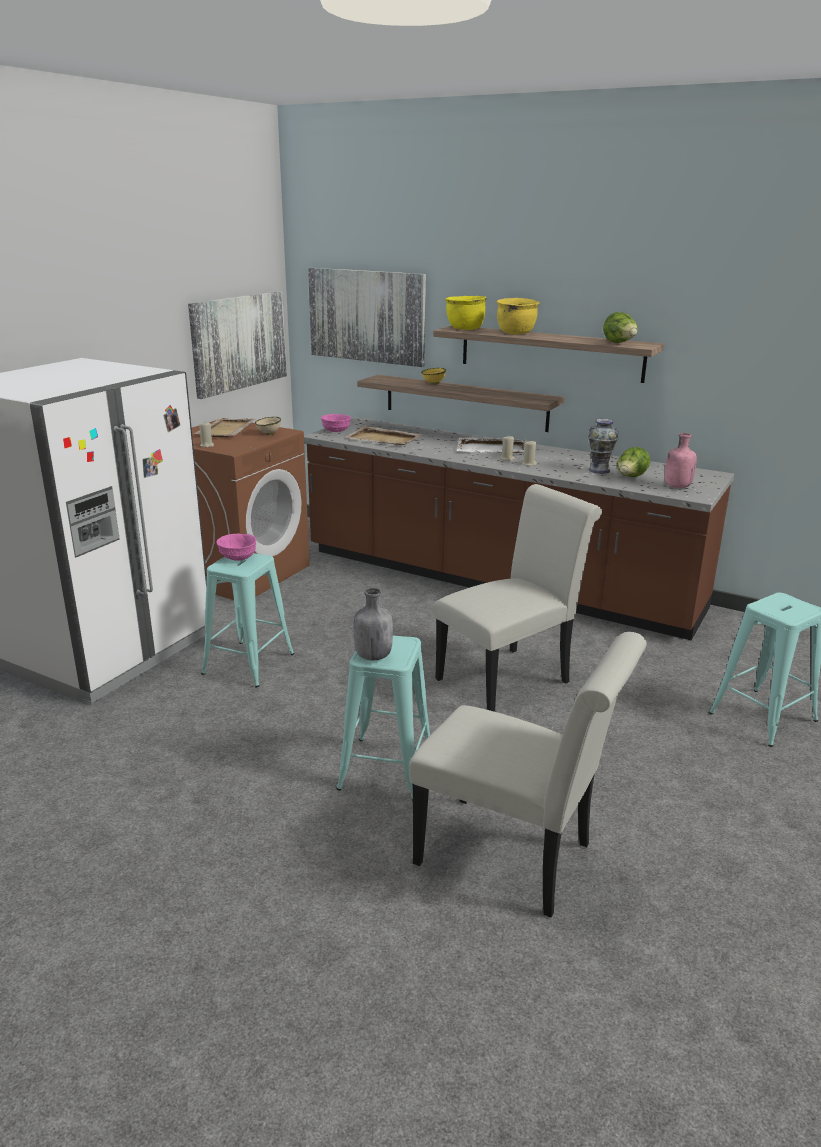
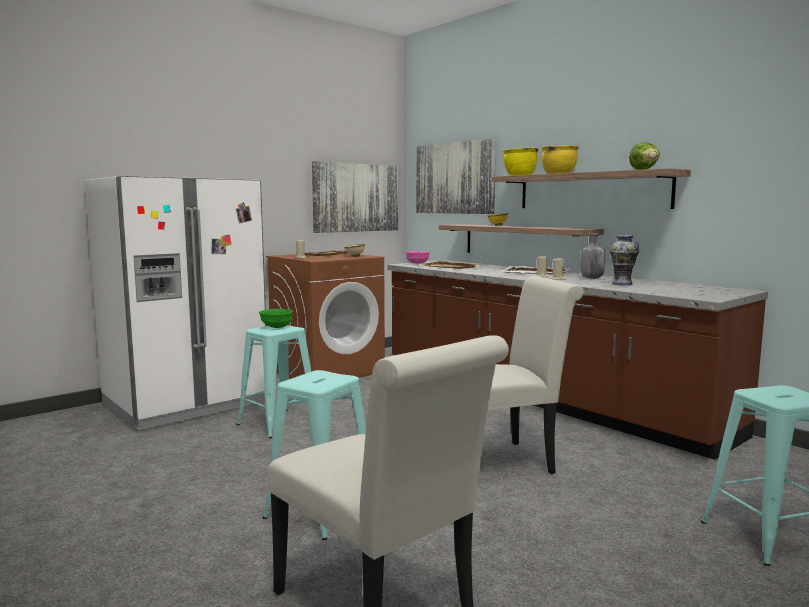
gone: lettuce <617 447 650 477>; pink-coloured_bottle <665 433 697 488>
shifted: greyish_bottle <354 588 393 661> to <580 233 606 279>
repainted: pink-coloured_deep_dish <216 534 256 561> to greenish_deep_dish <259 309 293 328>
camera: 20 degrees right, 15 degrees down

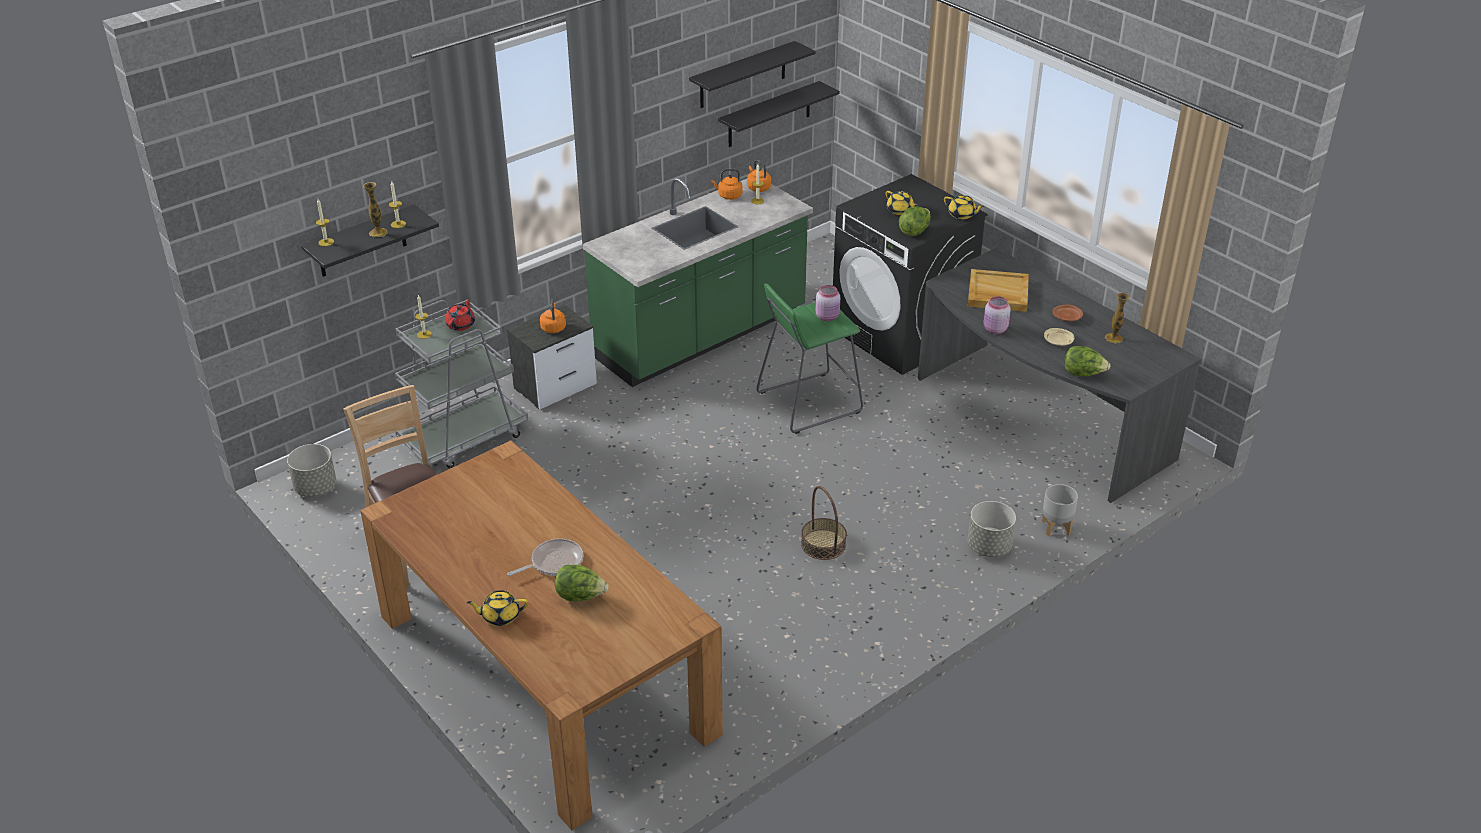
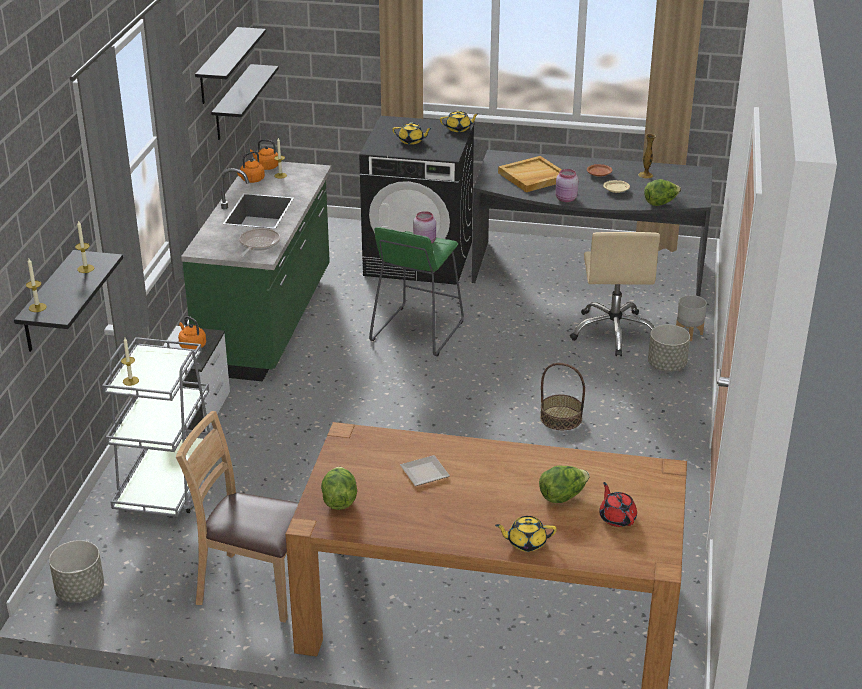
gone: vase <363 182 388 237>
new: flat_dish <400 455 450 486>; beige_computer_chair <570 232 660 356>
shifted: pan <507 538 583 576> to <239 228 280 257>; lettuce <899 207 931 236> to <321 467 357 510>; red-coloured_tea_pot <445 297 475 331> to <599 482 637 527>
rotated: yellowish_tea_pot <467 590 528 626> = <495 516 557 552> 45 degrees clockwise
camera: 40 degrees left, 5 degrees down

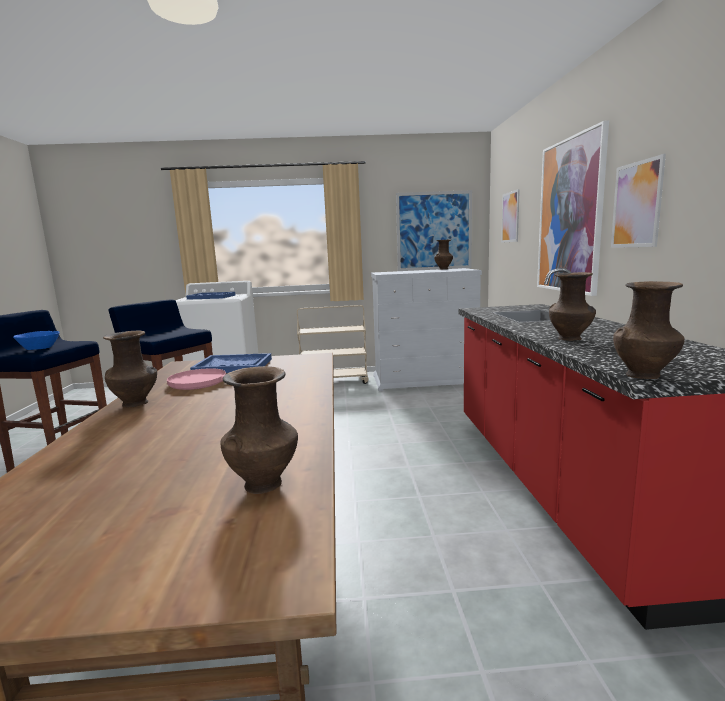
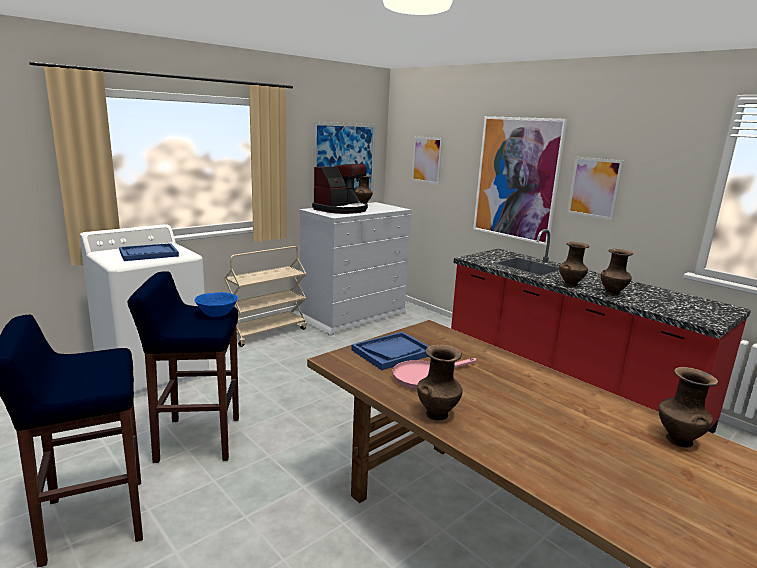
new: coffee_machine <312 164 368 214>
shifted: blue_deep_dish <13 331 60 350> to <194 292 238 317>; brown_vase <613 281 685 379> to <559 242 589 287>
camera: 40 degrees left, 5 degrees up

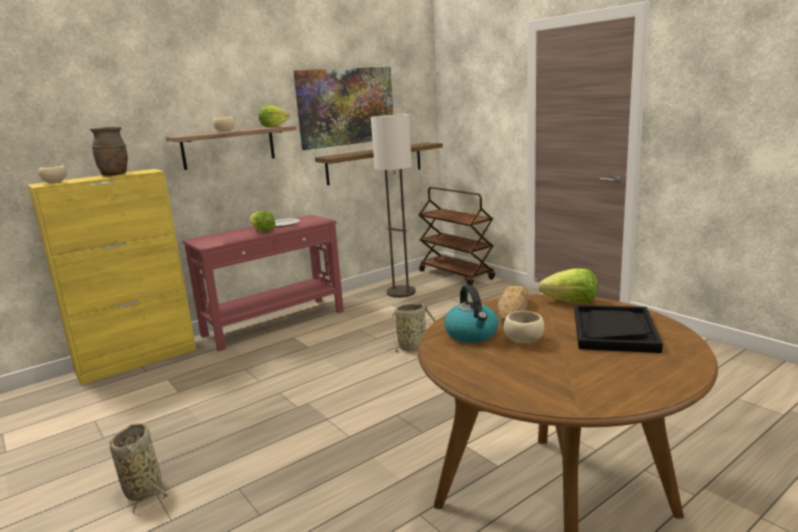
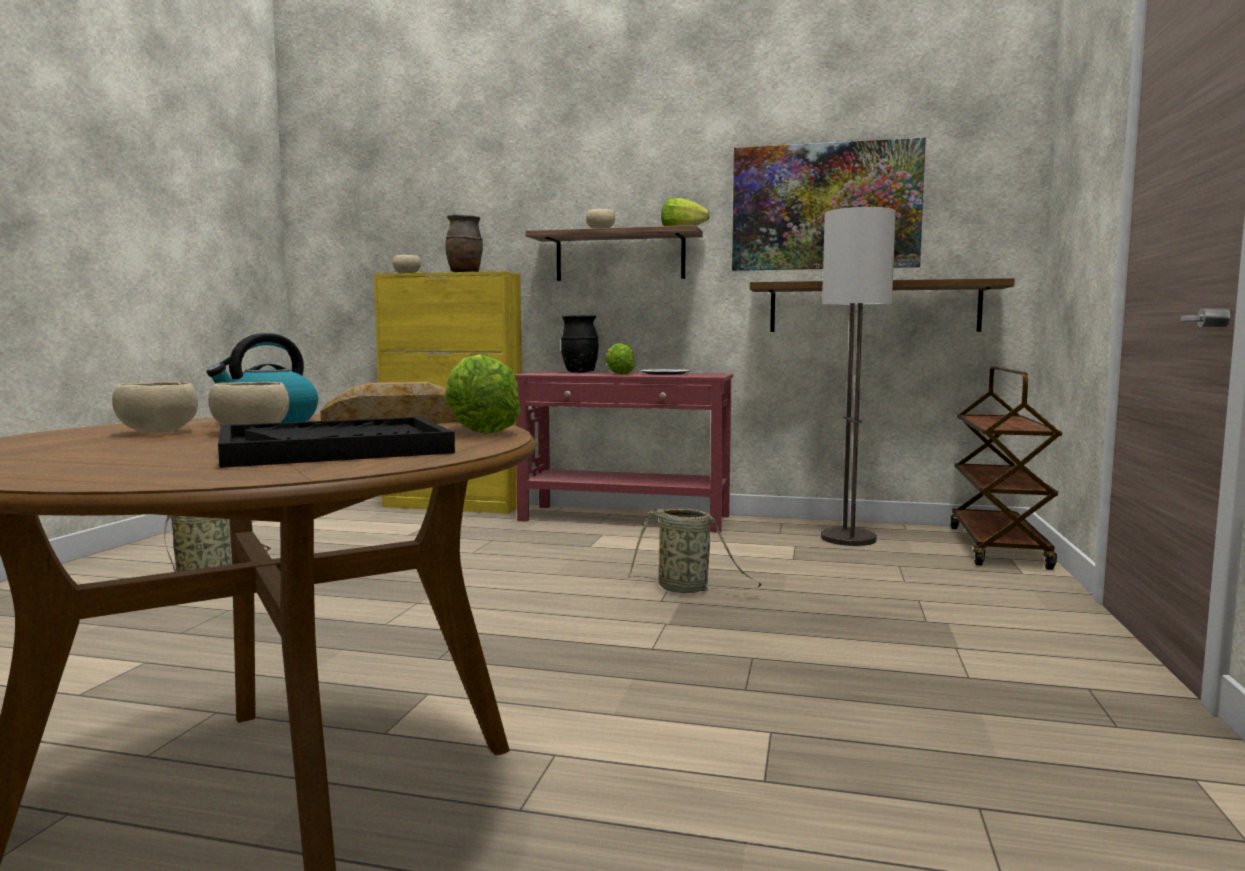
new: beige_deep_dish <112 382 198 433>; blackish_vase <561 315 599 373>
camera: 50 degrees right, 10 degrees down

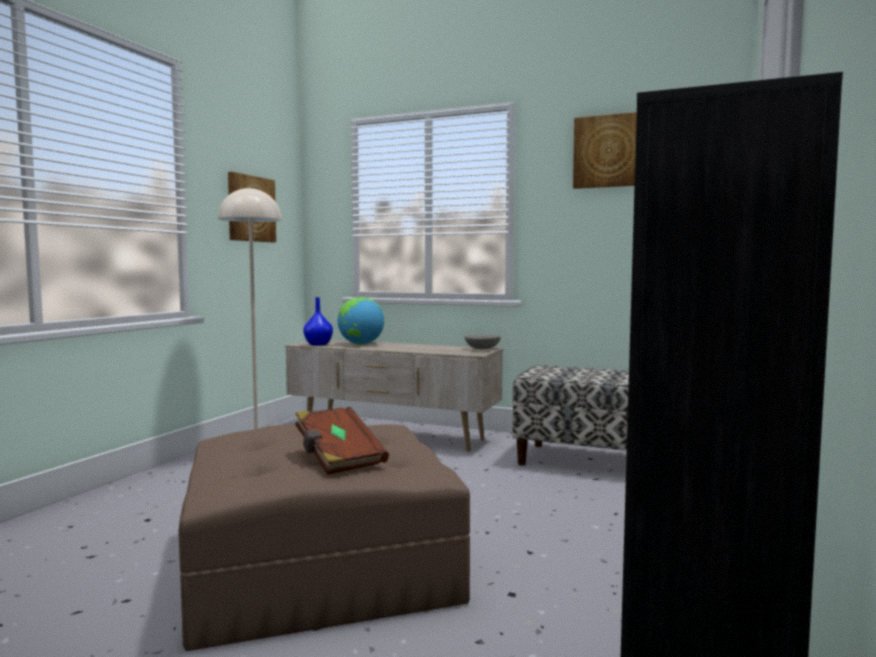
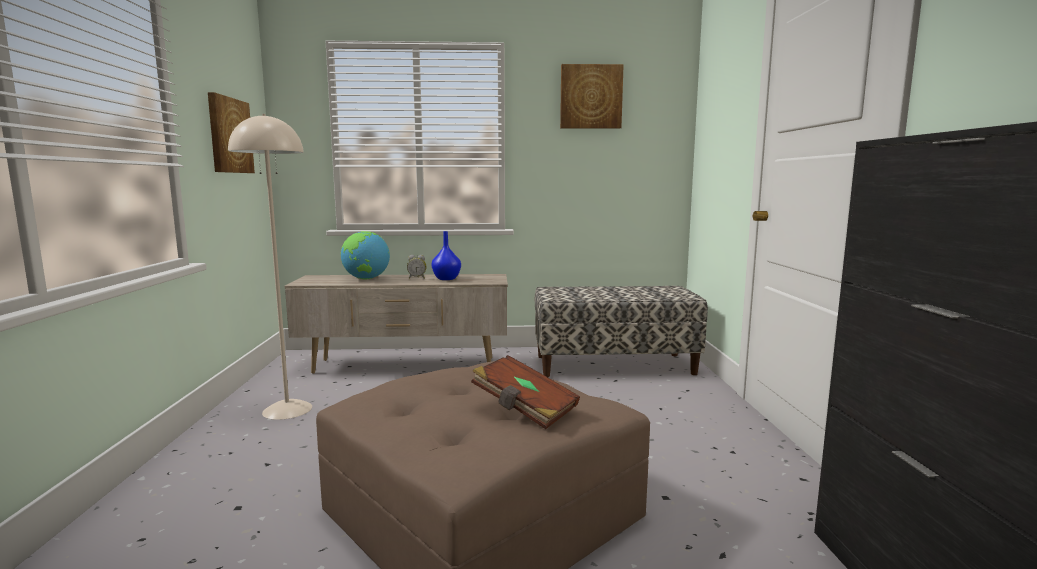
gone: greyish_deep_dish <465 335 501 349>
new: alarm_clock <407 255 427 279>
shifted: blue_vase <303 297 333 345> to <432 231 461 280>
camera: 25 degrees left, 5 degrees up

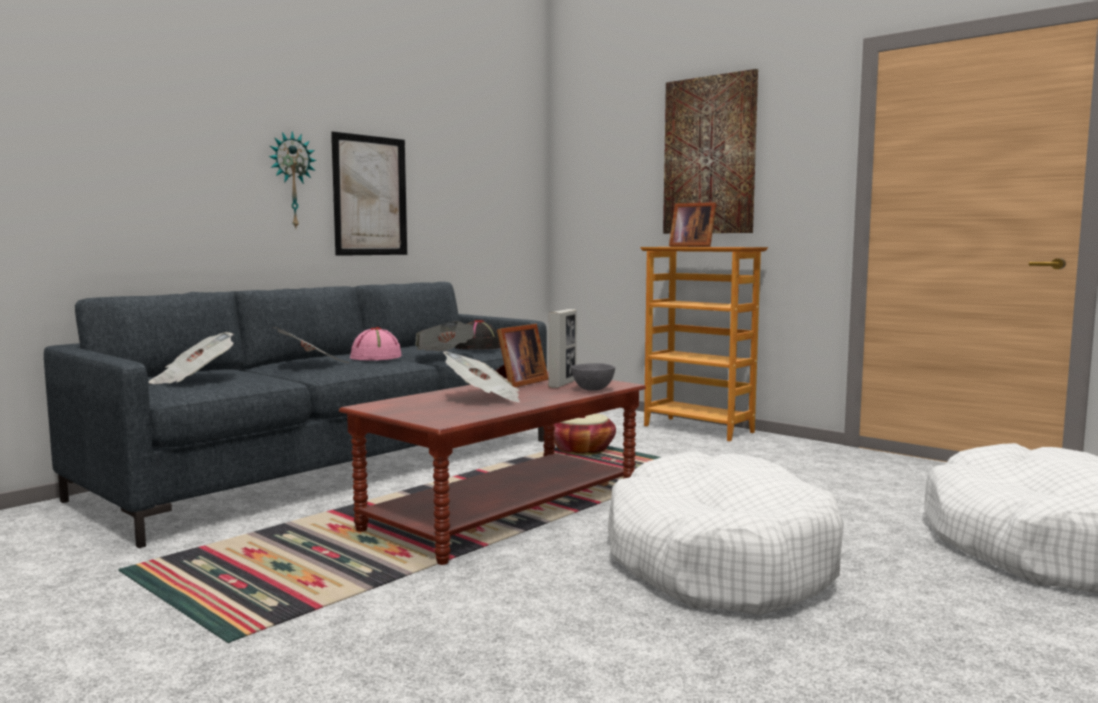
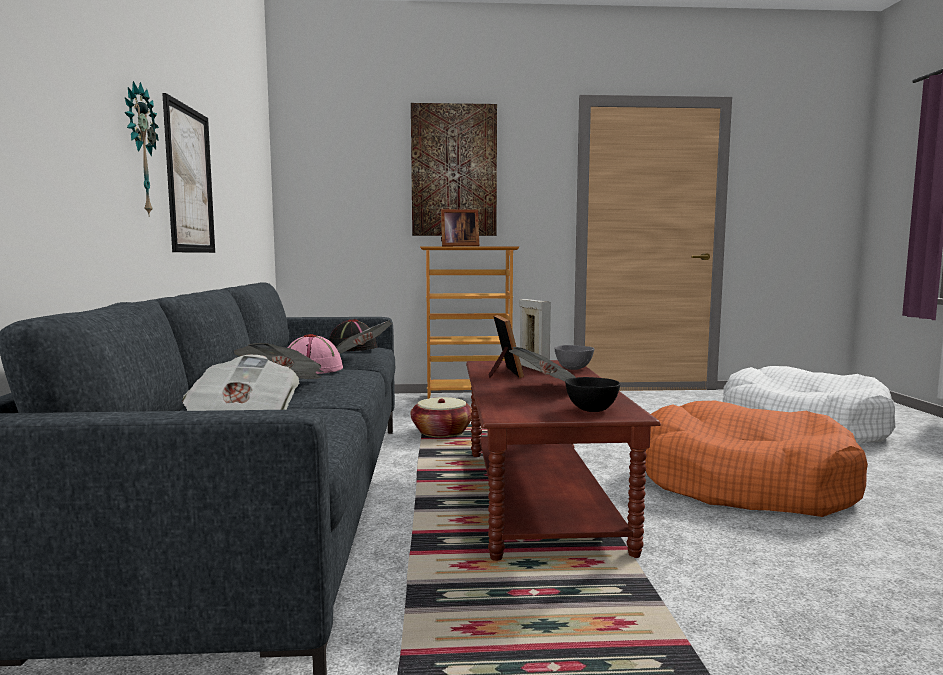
new: blackish_deep_dish <565 377 620 412>
repainted: whitish_pet_bed <608 451 844 615> to orangey_pet_bed <645 401 868 517>
camera: 45 degrees left, 0 degrees up

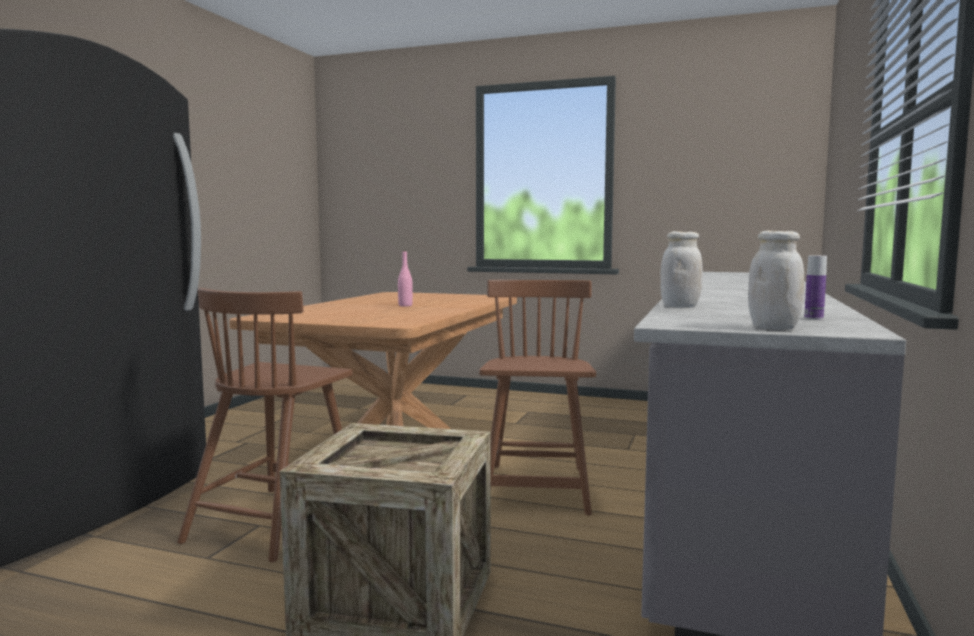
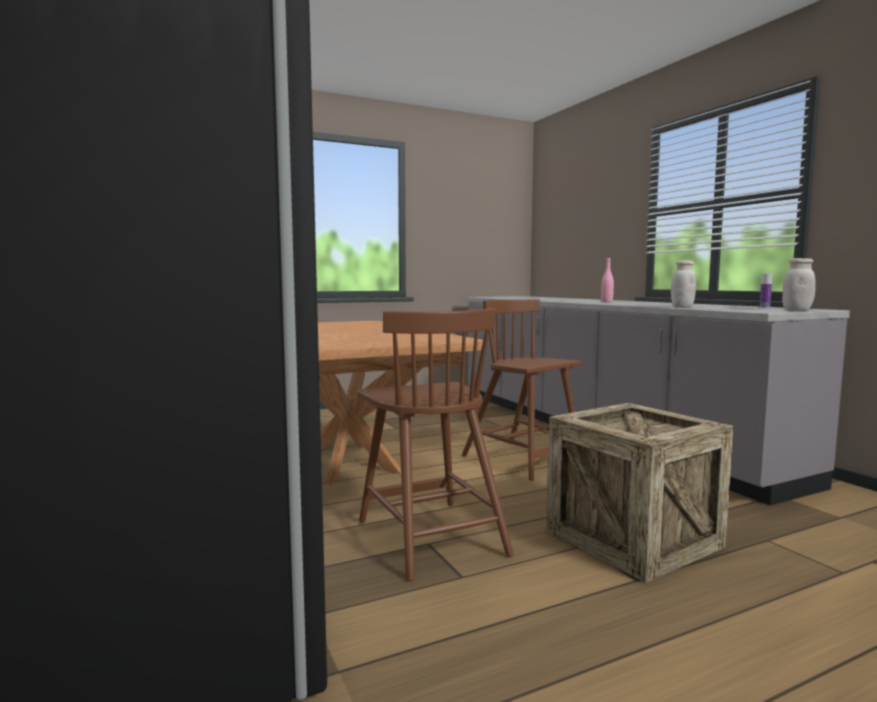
shifted: pink-coloured_bottle <398 250 413 307> to <601 257 614 302>
camera: 45 degrees left, 0 degrees up

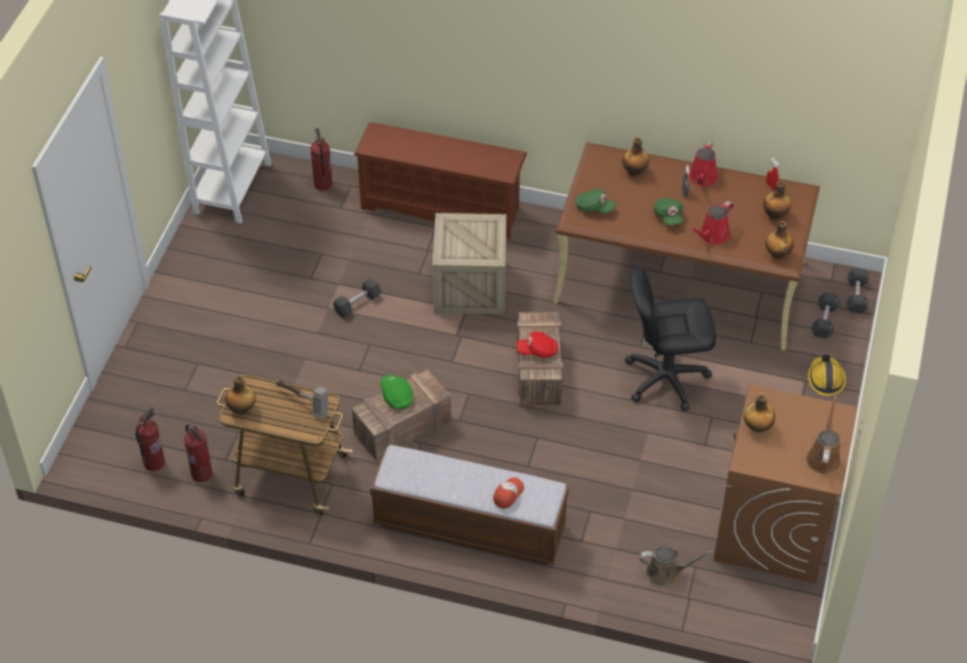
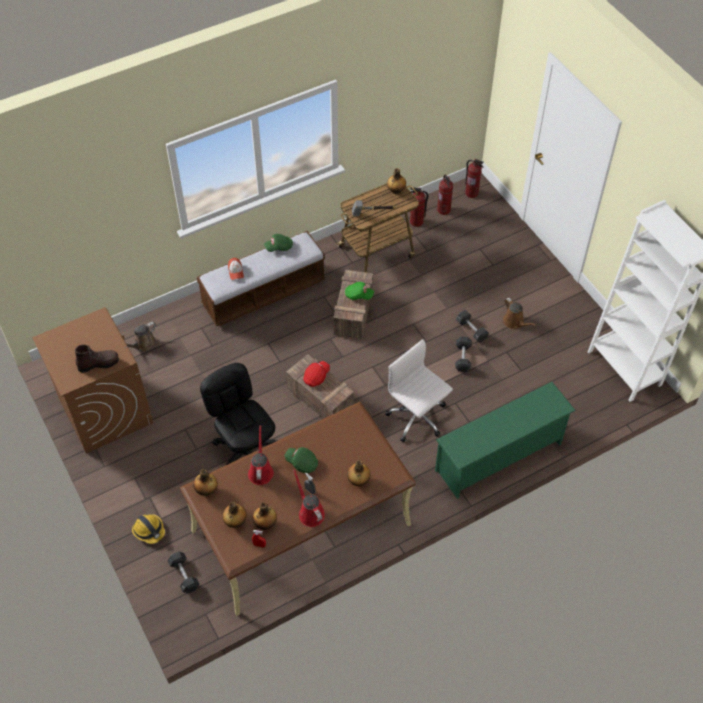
new: brown_boot <75 344 119 373>
shifted: bottle <744 394 775 433> to <253 502 277 530>; greenish_baseball_cap <575 189 616 214> to <264 234 293 252>; blackish_free_weight <847 268 869 314> to <456 310 489 343>; fire_extinguisher <311 128 333 191> to <465 159 484 198>; brown_sprinkling_can <806 396 841 474> to <503 298 535 329>
swapped: packing_crate <433 213 506 314> to whitish_computer_chair <385 339 453 442>
repainted: brown_shoe_rack <354 122 527 239> to greenish_shoe_rack <435 382 576 499>
rotated: blackish_computer_chair <625 267 716 411> = <200 363 278 466> 75 degrees counterclockwise
camera: 135 degrees right, 5 degrees up

